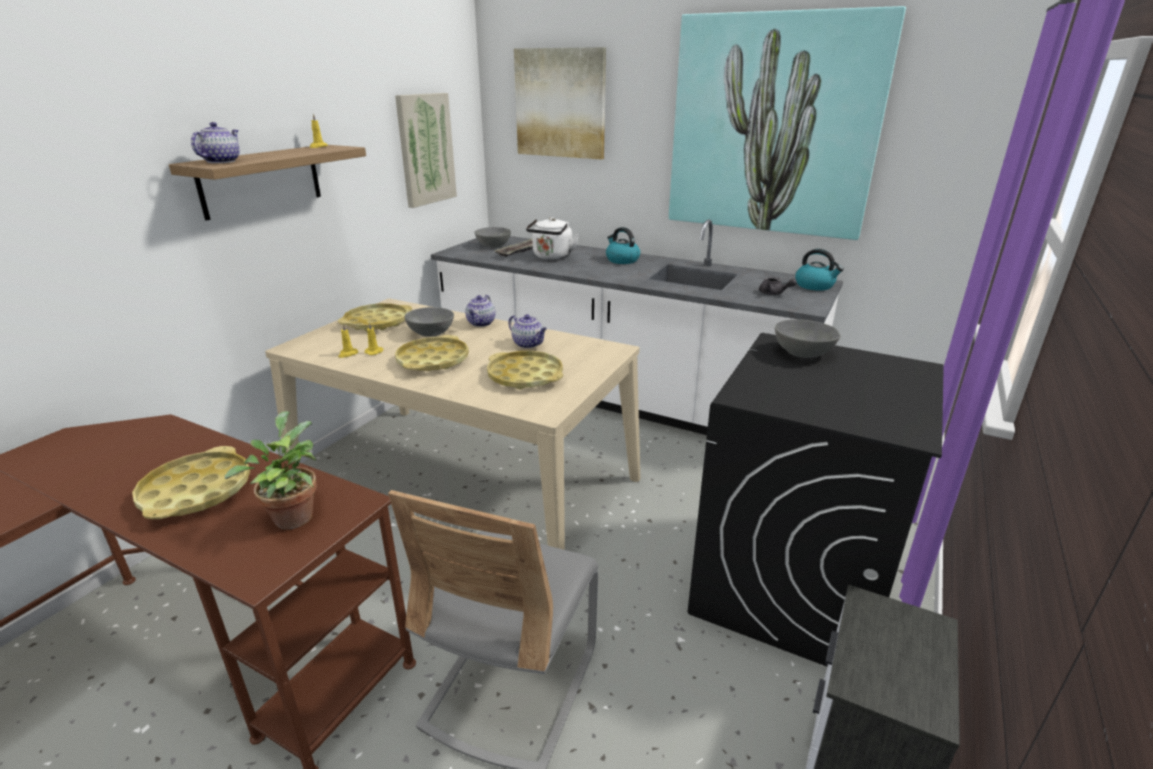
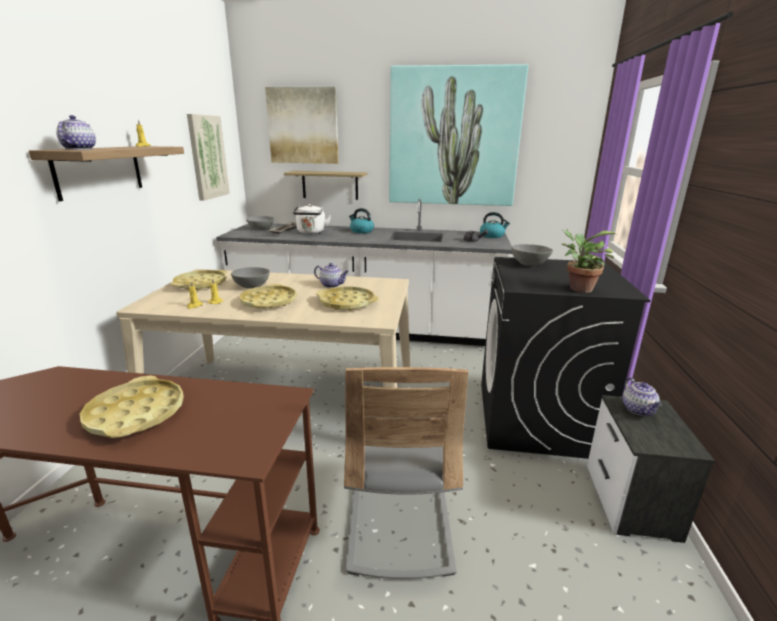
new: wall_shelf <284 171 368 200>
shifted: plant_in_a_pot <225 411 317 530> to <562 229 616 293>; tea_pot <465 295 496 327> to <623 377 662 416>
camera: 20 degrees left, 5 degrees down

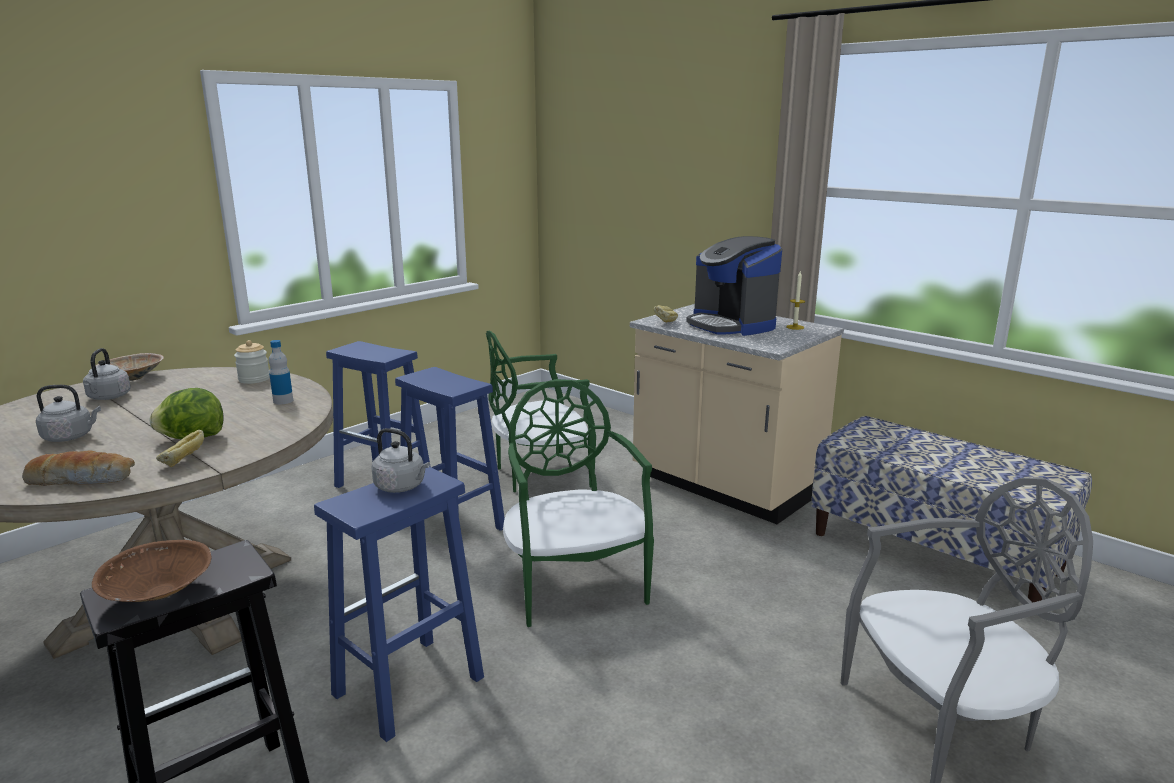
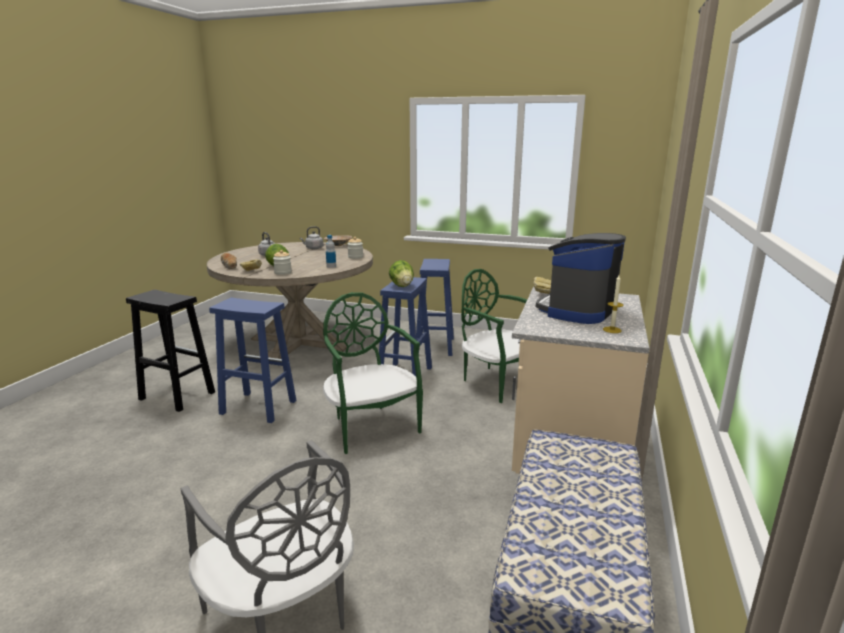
gone: brown_deep_dish <92 540 212 602>; greyish_water_kettle <371 428 430 493>
new: jar <273 250 292 275>; lettuce <389 260 414 287>
rotated: greenish_plain_chair <503 379 654 627> = <323 292 423 454> 75 degrees counterclockwise
camera: 65 degrees right, 0 degrees up

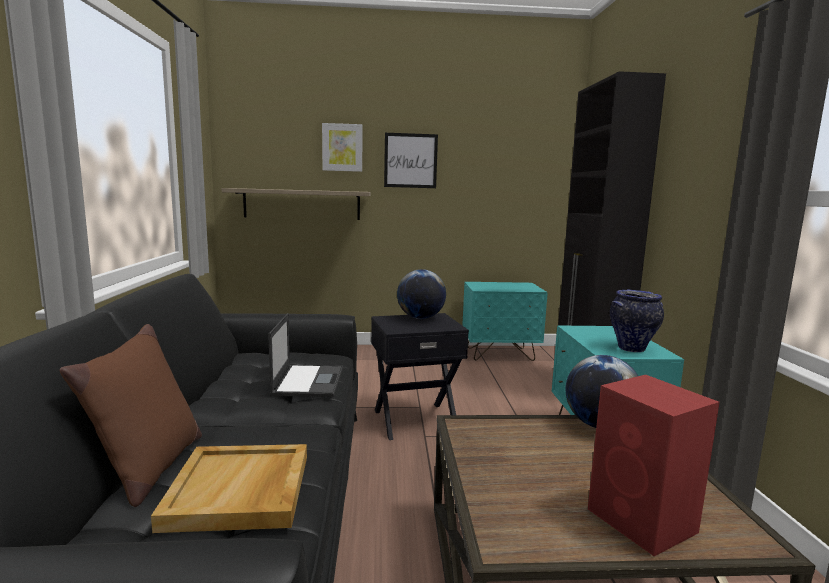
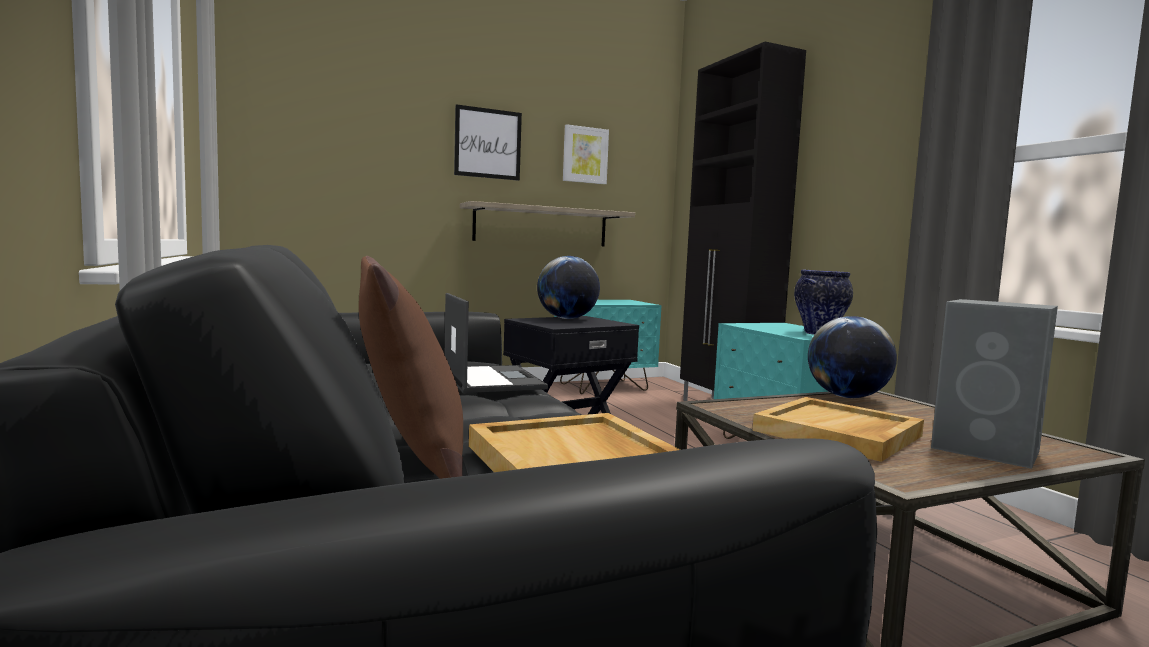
new: beige_tray <753 397 924 462>
shifted: wall_shelf <221 188 371 220> to <460 201 635 246>; wall_art <322 123 363 172> to <563 124 609 184>
repainted: red-coloured_loudspeaker <588 375 720 556> to greyish_loudspeaker <931 299 1058 469>
camera: 20 degrees left, 5 degrees down

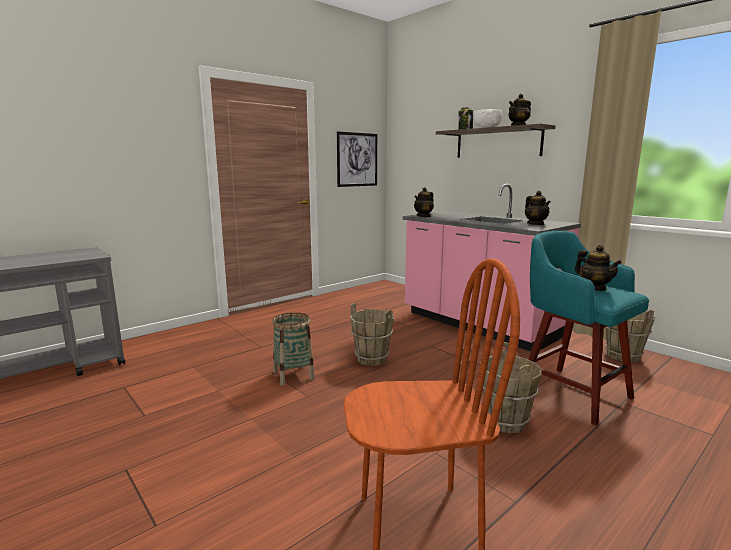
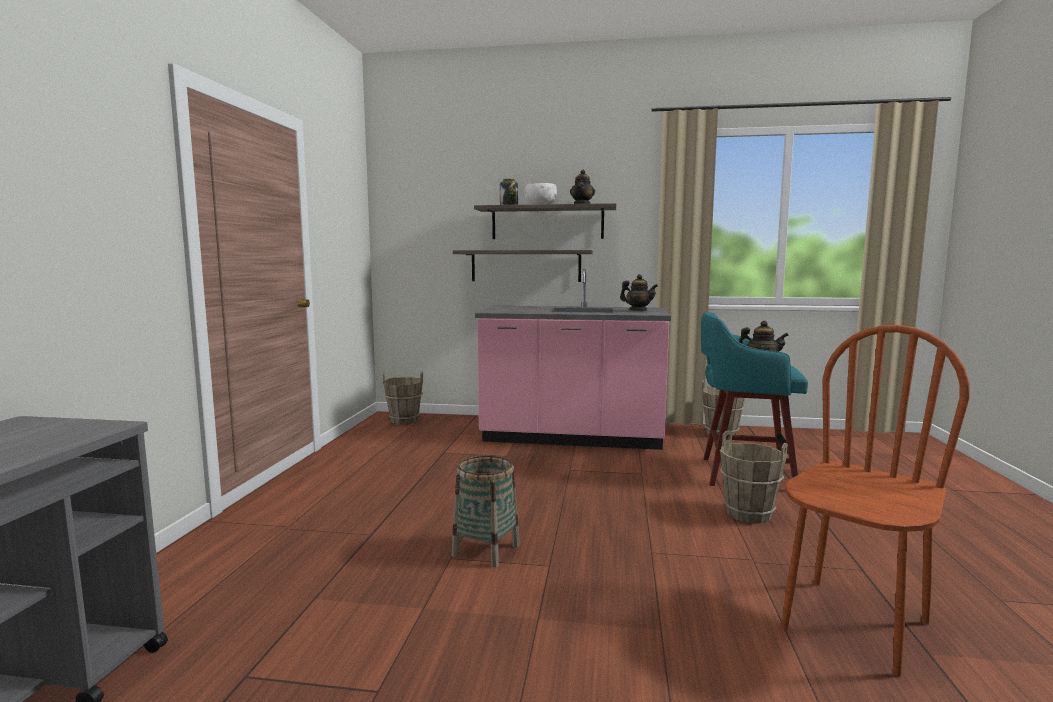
gone: wall_art <337 131 377 187>; tea_pot <414 187 434 217>
new: wall_shelf <453 250 593 282>
shifted: brown_pail <350 303 394 366> to <383 371 423 425>
camera: 40 degrees left, 5 degrees down

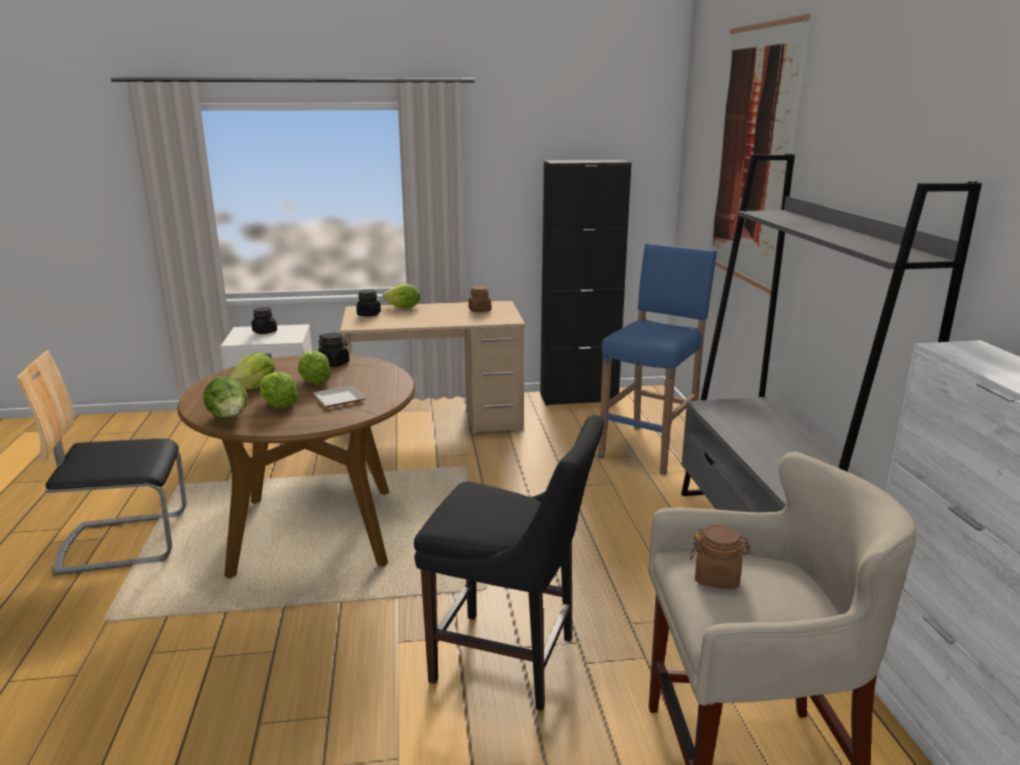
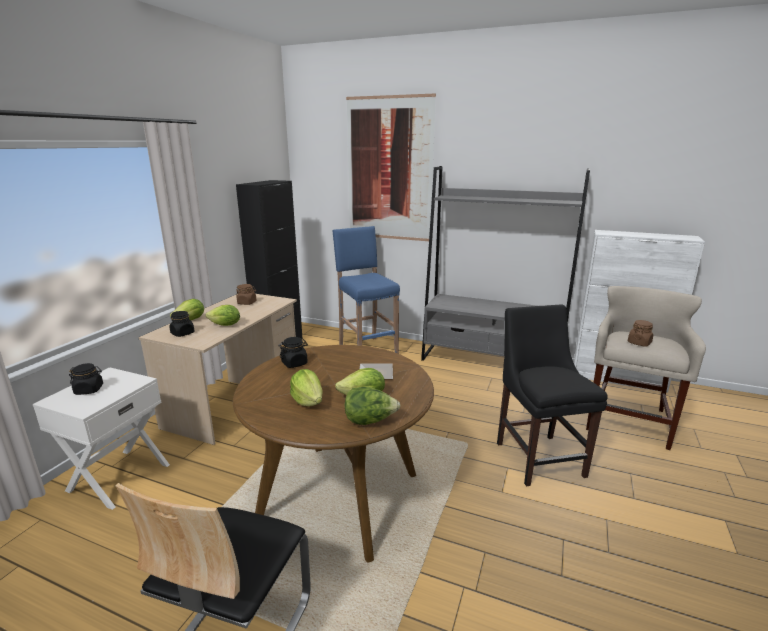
shifted: lettuce <298 351 331 384> to <206 305 240 326>
rotated: blackish_plain_chair <414 415 604 711> = <497 304 608 486> 60 degrees counterclockwise
camera: 60 degrees left, 0 degrees up

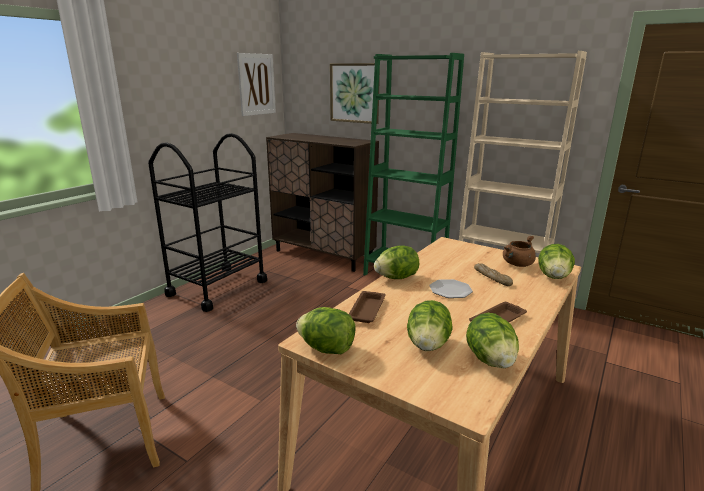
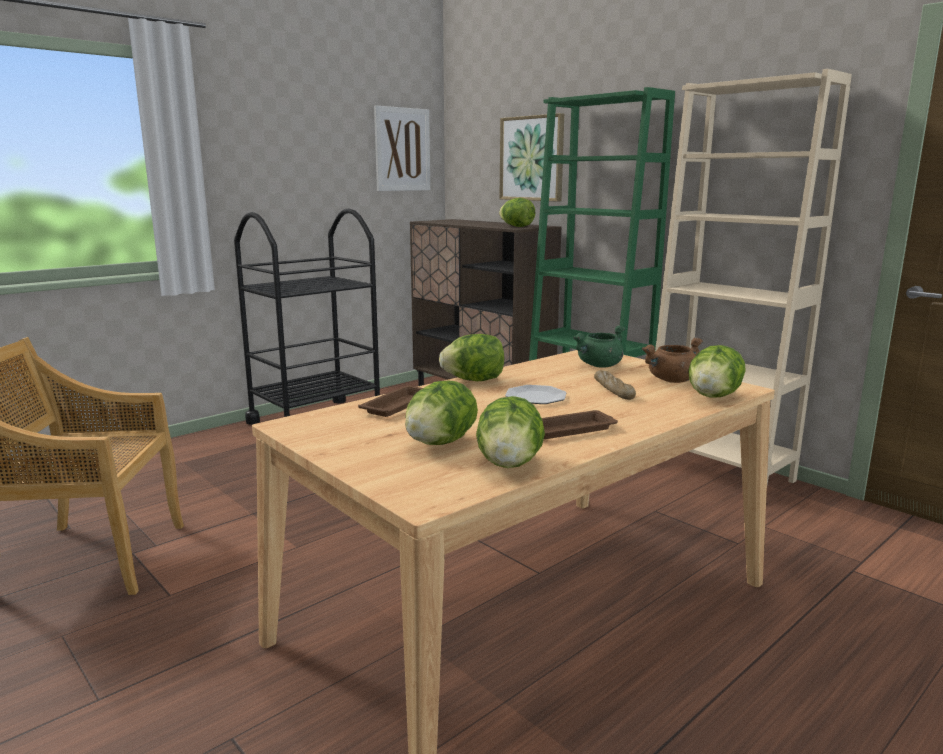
new: greenish_saucepot <573 325 625 368>
shifted: lettuce <296 307 356 354> to <499 198 535 227>
camera: 15 degrees right, 5 degrees down

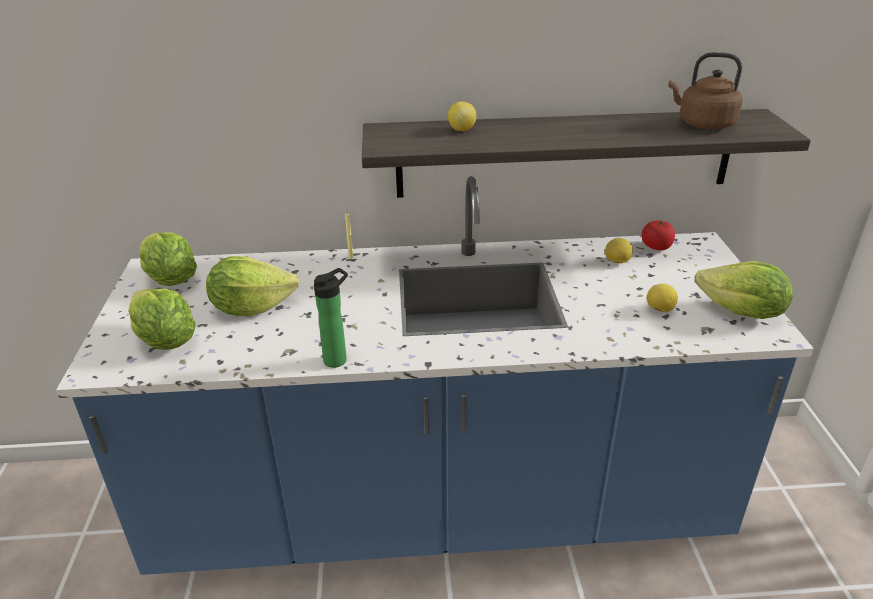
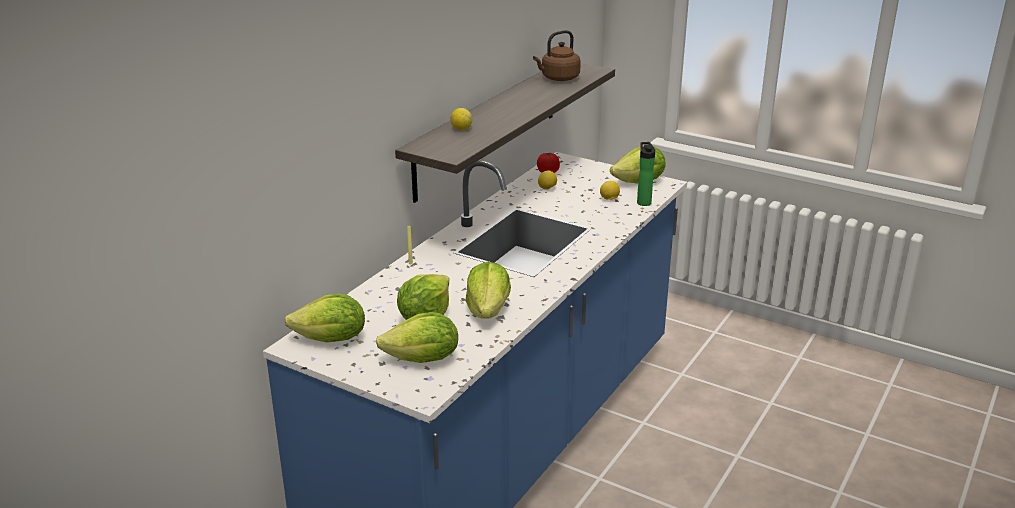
new: lettuce <466 262 511 319>
shifted: bottle <314 268 348 368> to <637 142 655 206>
camera: 55 degrees left, 5 degrees down

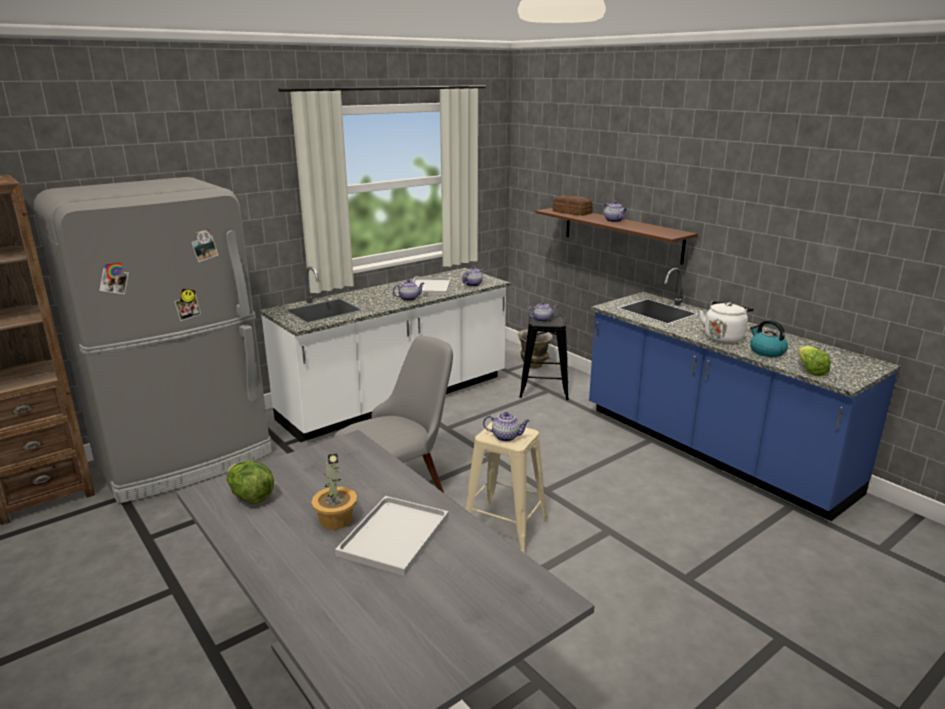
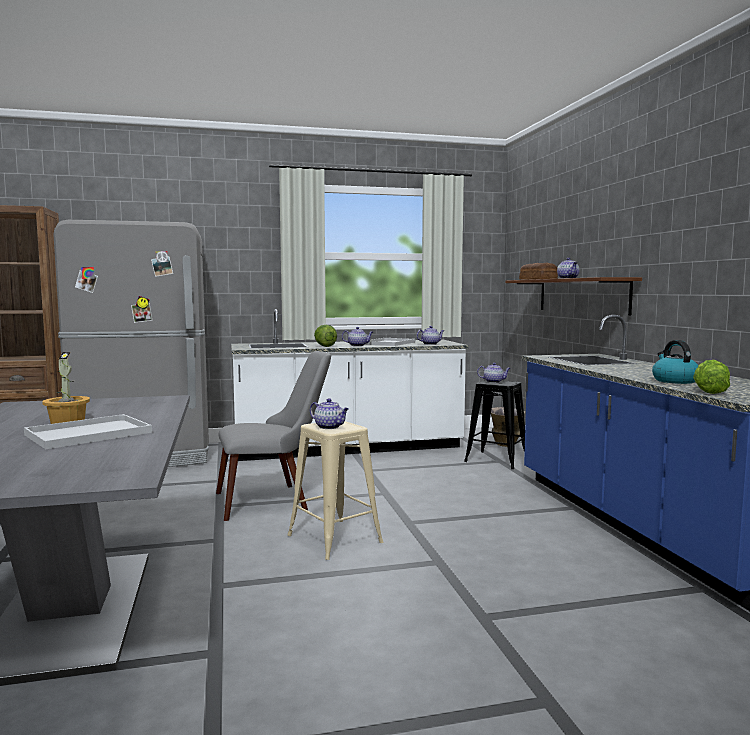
gone: whitish_water_kettle <699 301 754 344>
shifted: lettuce <227 461 274 504> to <314 325 337 347>
camera: 25 degrees right, 15 degrees down

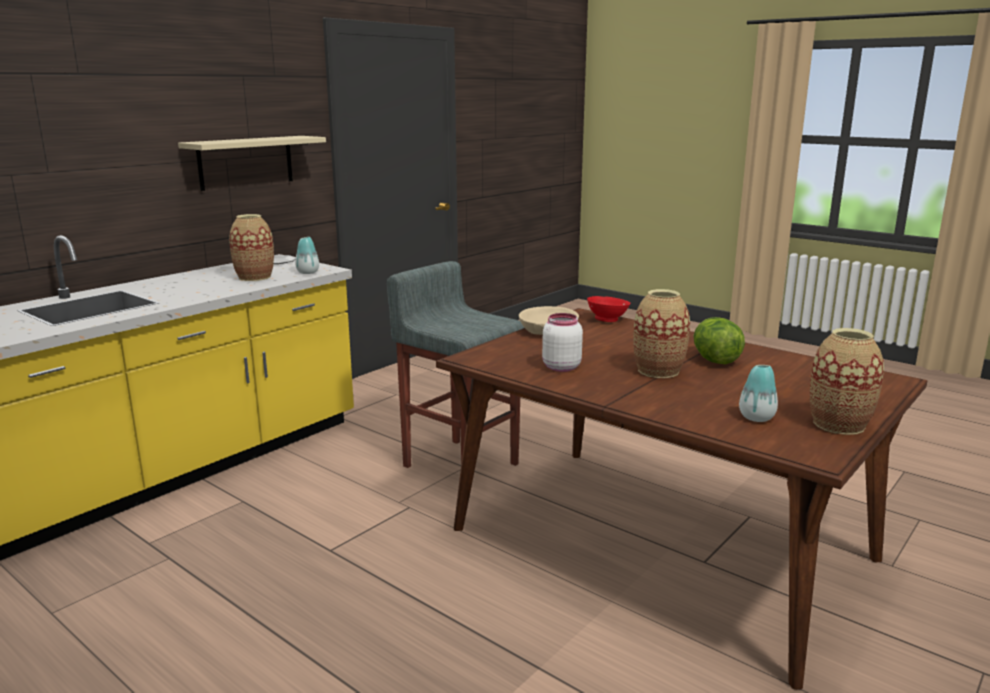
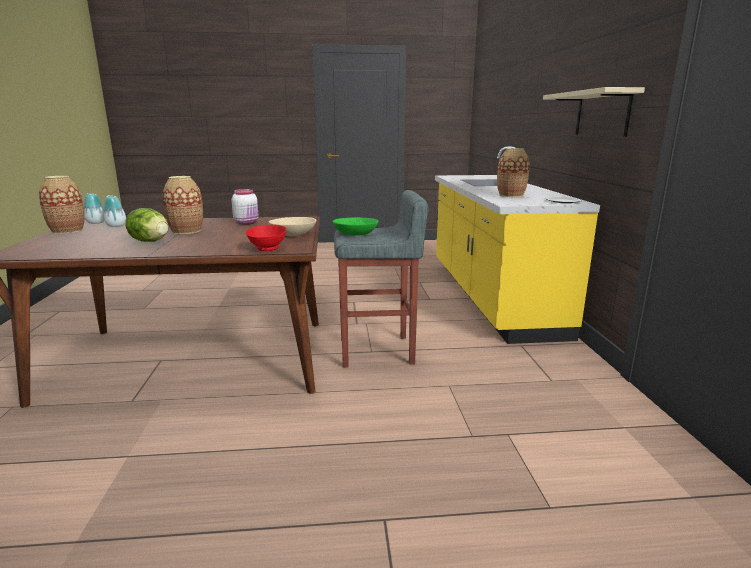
new: greenish_deep_dish <333 217 379 236>
shifted: vase <295 237 319 274> to <84 193 104 224>
camera: 135 degrees right, 0 degrees up

